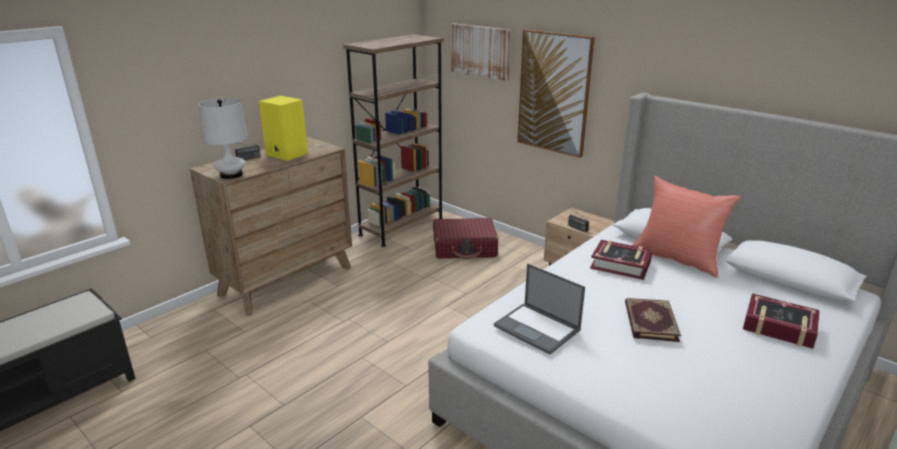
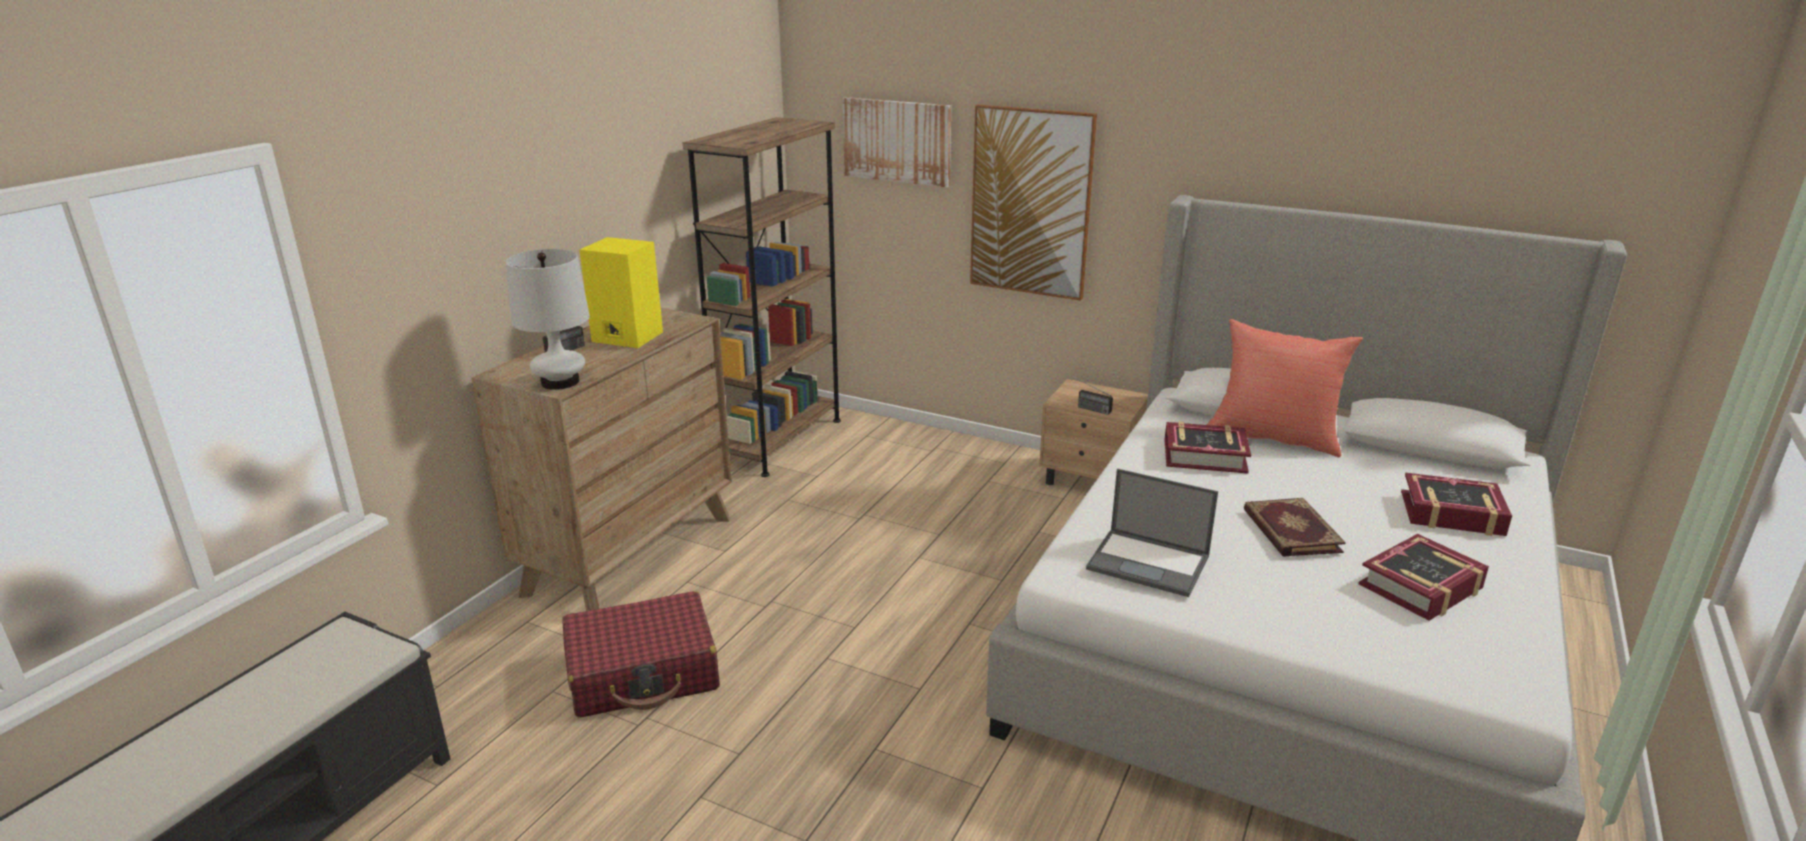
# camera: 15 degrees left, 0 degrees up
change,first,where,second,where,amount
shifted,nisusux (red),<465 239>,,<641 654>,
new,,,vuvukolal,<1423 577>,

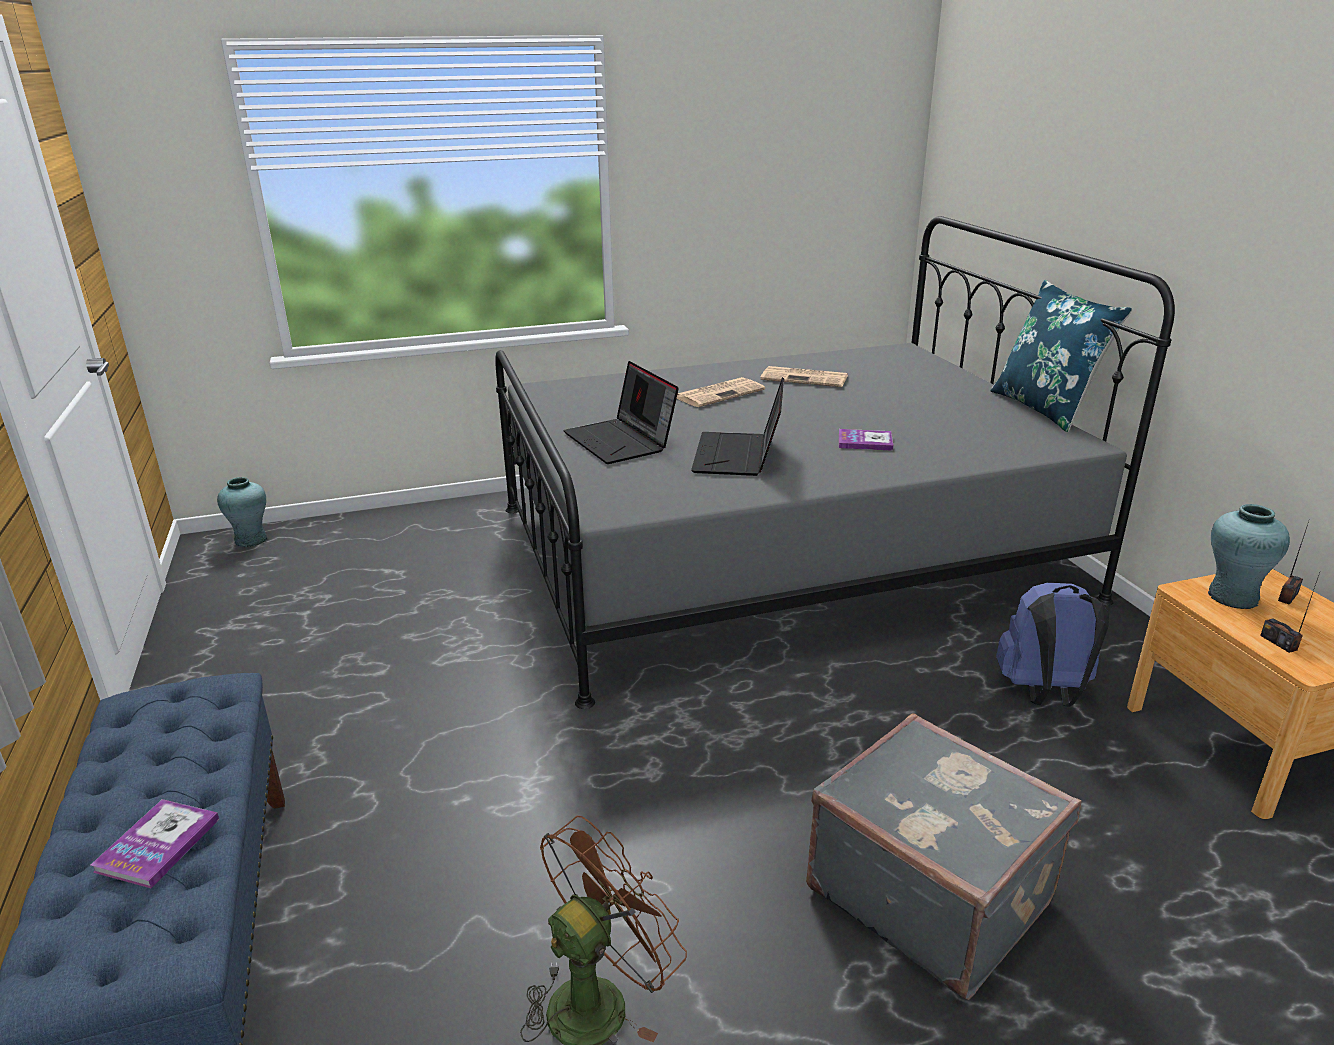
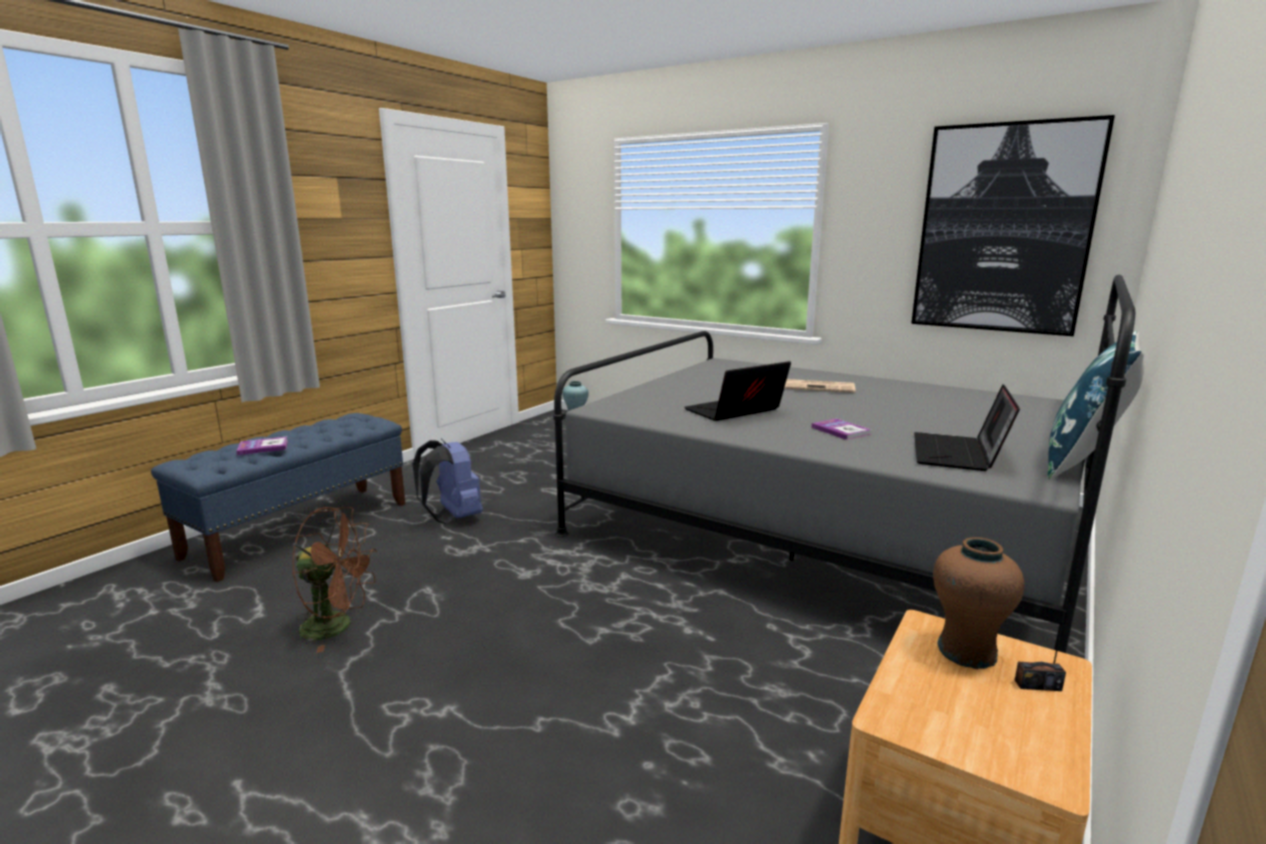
# camera: 50 degrees right, 10 degrees down
change,first,where,second,where,amount
shifted,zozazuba,<621 412>,,<967 427>,
gone,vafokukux,<804 376>,,,
repainted,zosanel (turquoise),<1249 556>,zosanel (brown),<979 603>,
gone,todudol,<1290 613>,,,
shifted,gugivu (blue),<1052 645>,,<448 481>,
gone,nisusux (grey),<944 857>,,,
new,,,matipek,<1013 225>,

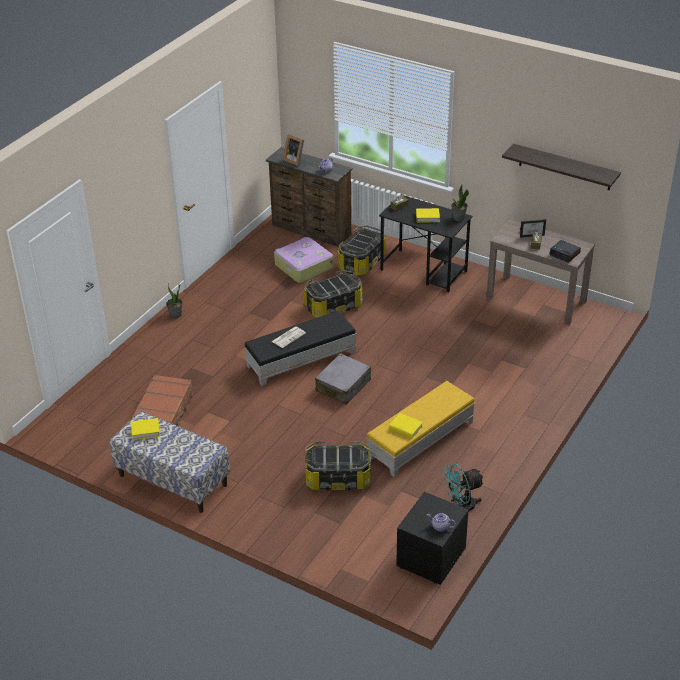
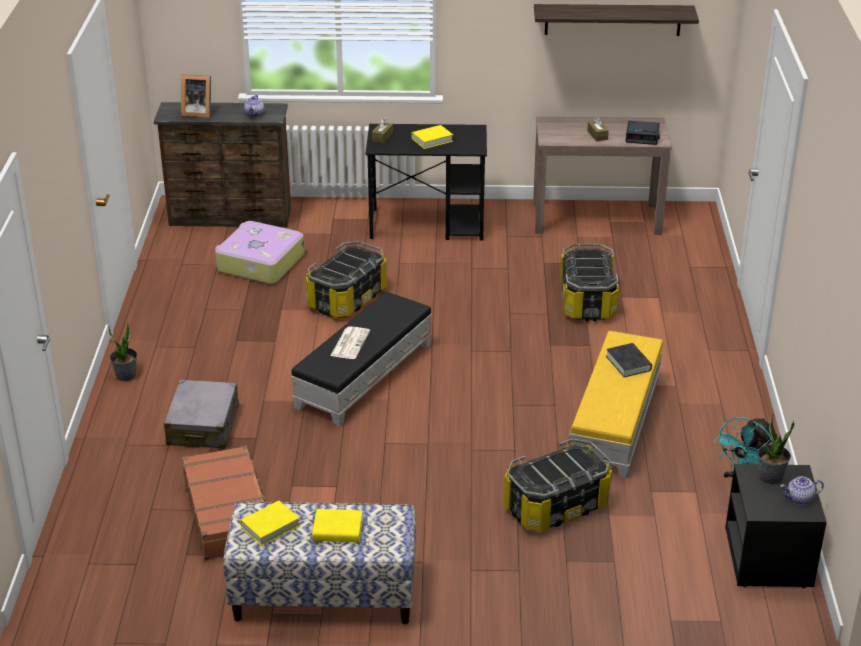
# camera: 30 degrees left, 5 degrees down
change,first,where,second,where,amount
shifted,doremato,<460 203>,,<776 448>,
gone,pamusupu,<533 228>,,,
shifted,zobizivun,<361 250>,,<589 282>,
shifted,nisusux (grey),<343 379>,,<201 414>,
shifted,vuvukolal (yellow),<406 426>,,<337 525>,
new,,,vuvukolal (black),<629 360>,

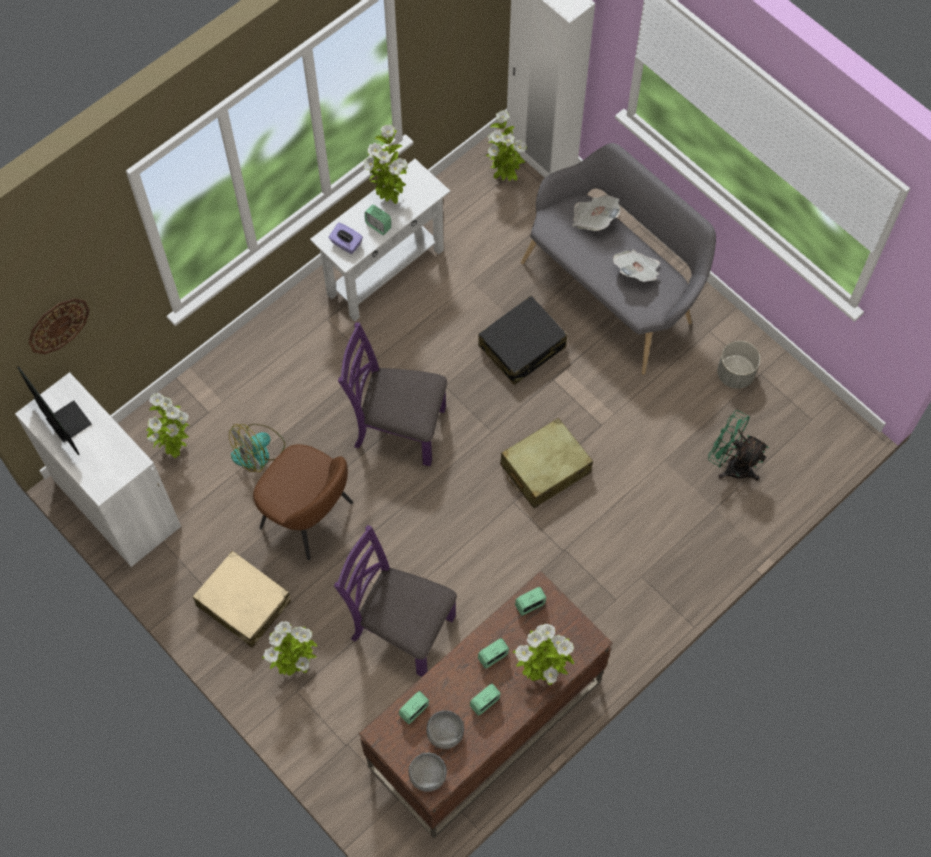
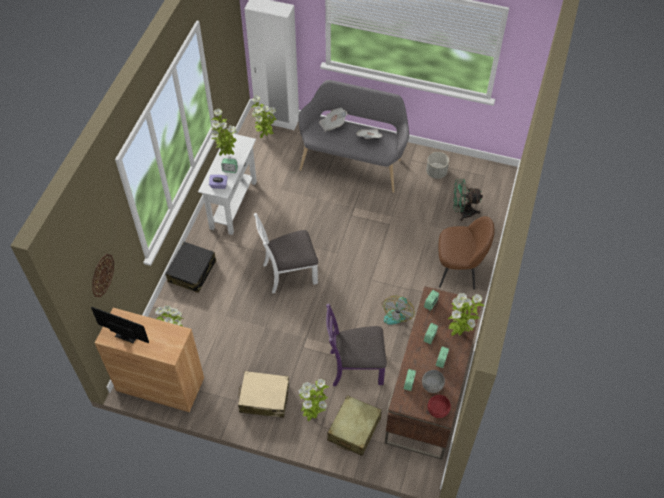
# camera: 30 degrees left, 10 degrees down
change,first,where,second,where,amount
shifted,nisusux (black),<522 340>,,<190 267>,
repainted,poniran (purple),<392 394>,poniran (white),<286 253>,
repainted,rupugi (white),<98 469>,rupugi (brown),<149 360>,
shifted,nisusux (beige),<546 463>,,<354 425>,
shifted,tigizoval,<257 448>,,<397 310>,
shifted,poniran (brown),<303 502>,,<467 253>,
repainted,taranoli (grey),<428 772>,taranoli (red),<439 406>,

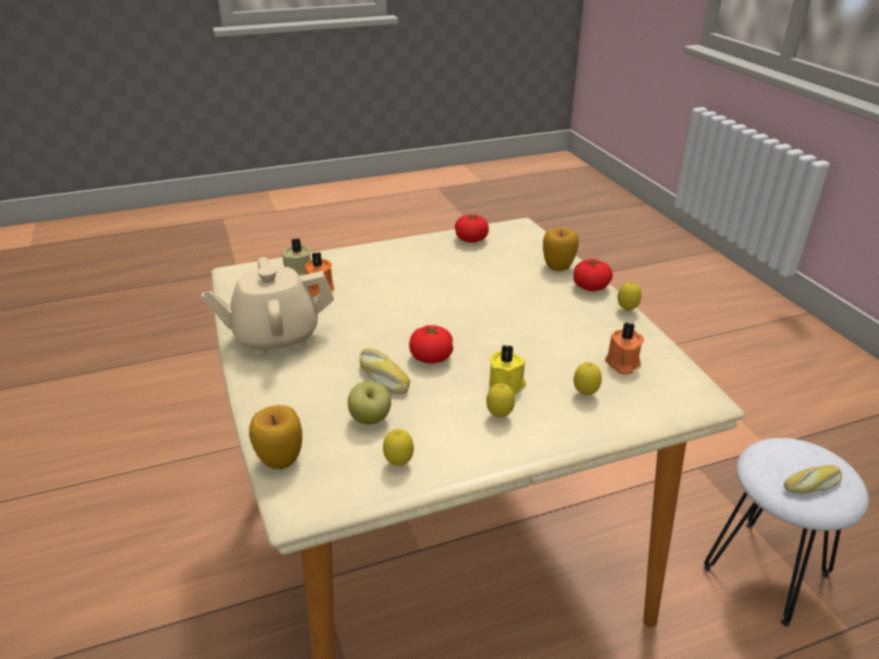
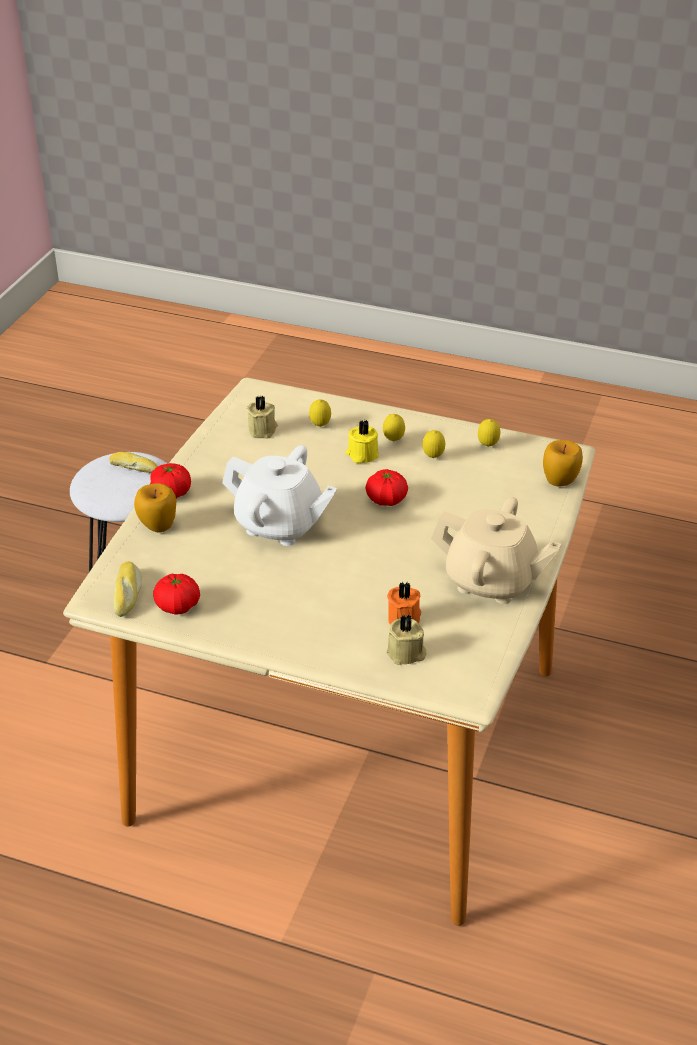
# camera: 140 degrees left, 5 degrees up
change,first,where,second,where,amount
shifted,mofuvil,<630 296>,,<434 444>,
repainted,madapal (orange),<624 348>,madapal (beige),<262 417>,
shifted,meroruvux,<385 371>,,<127 589>,
gone,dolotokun,<369 403>,,,
new,,,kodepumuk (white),<279 495>,

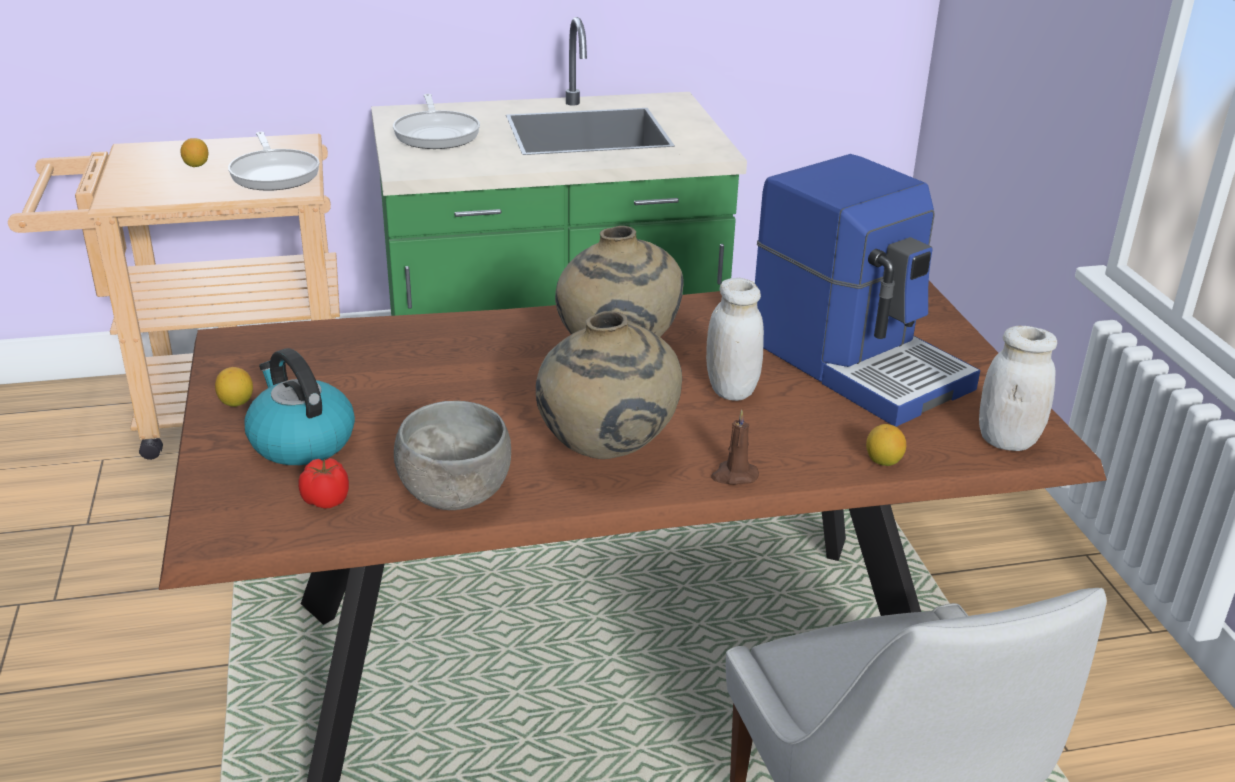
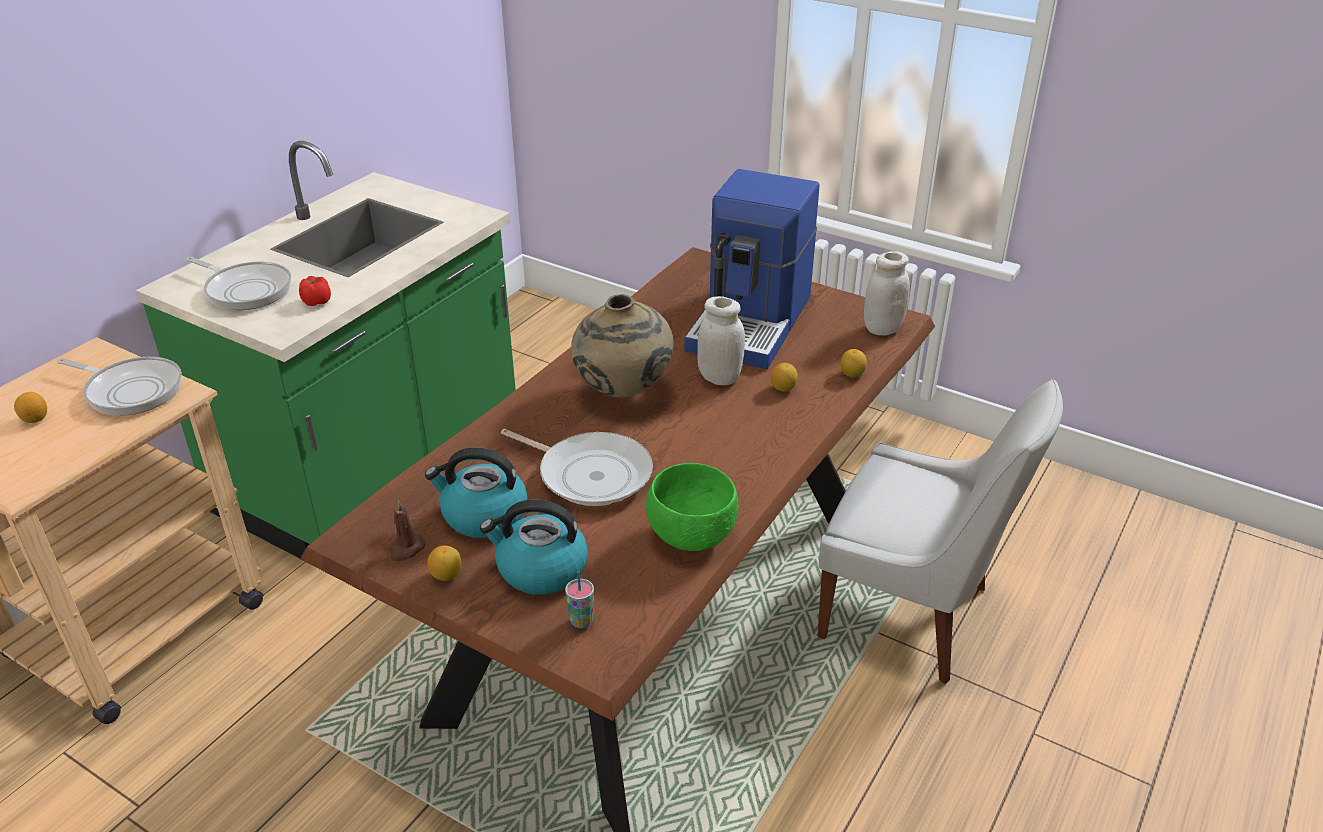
# camera: 45 degrees left, 5 degrees up
change,first,where,second,where,amount
rotated,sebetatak,<867 290>,,<752 269>,105 degrees clockwise
gone,zosanel (beige),<609 385>,,,
repainted,taranoli (grey),<452 455>,taranoli (green),<692 507>,
shifted,madapal (brown),<735 447>,,<407 531>,
shifted,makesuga,<323 483>,,<315 291>,
new,,,mofuvil,<784 377>,
new,,,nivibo,<577 467>,
new,,,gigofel,<476 493>,
new,,,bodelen,<579 600>,

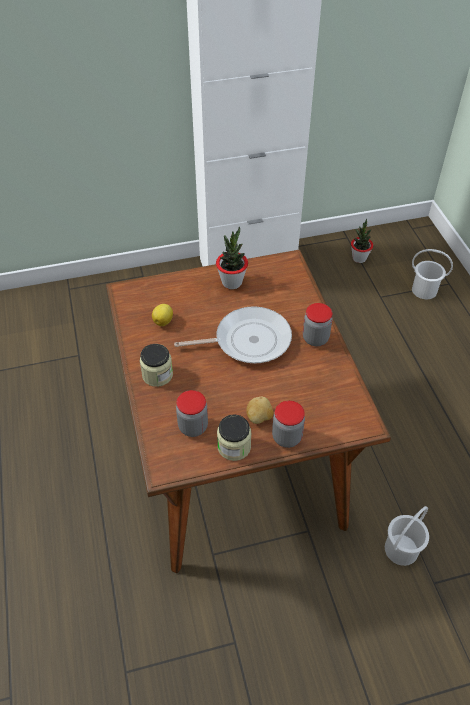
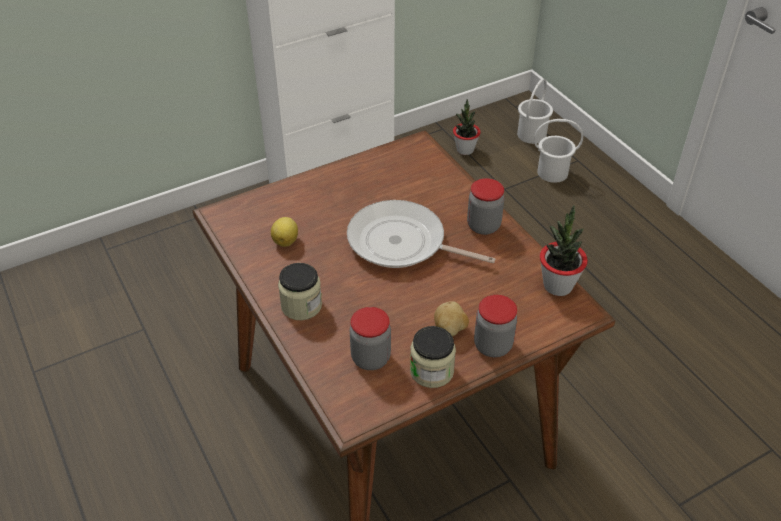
# camera: 15 degrees left, 5 degrees down
change,first,where,second,where,amount
shifted,doremato,<232 258>,,<564 250>,
rotated,nivibo,<233 334>,,<421 234>,135 degrees counterclockwise
shifted,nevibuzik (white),<407 536>,,<535 111>,

